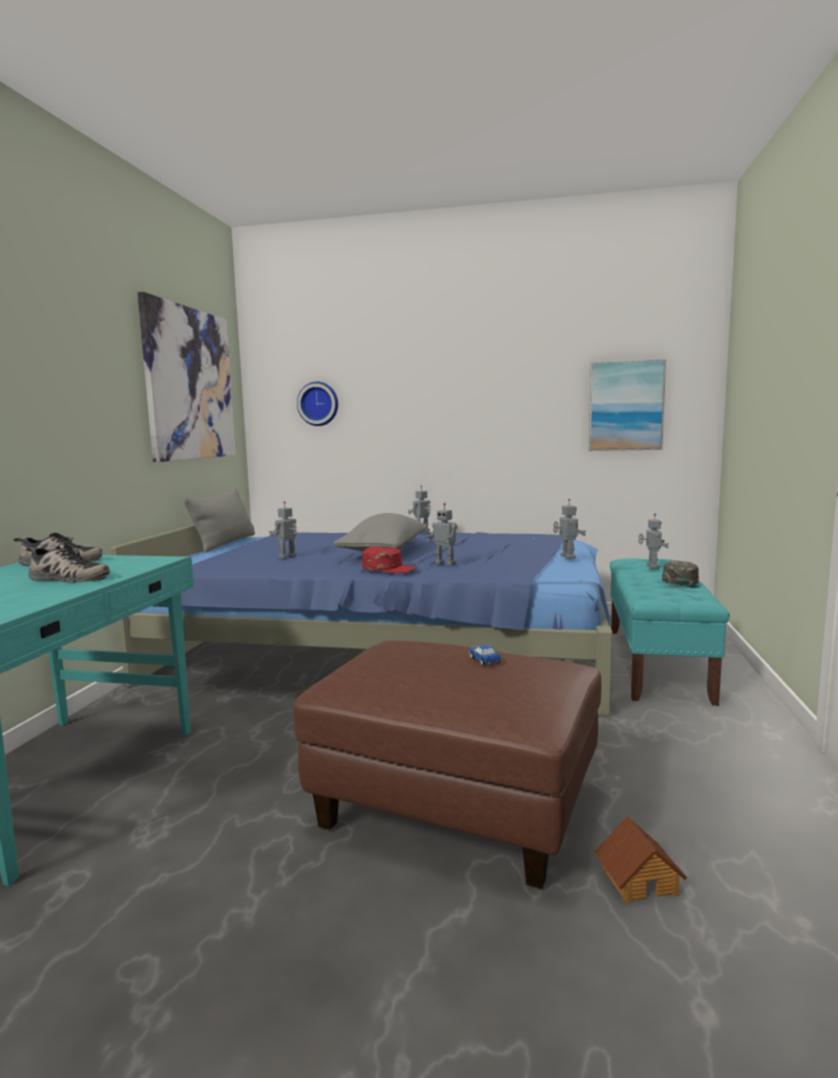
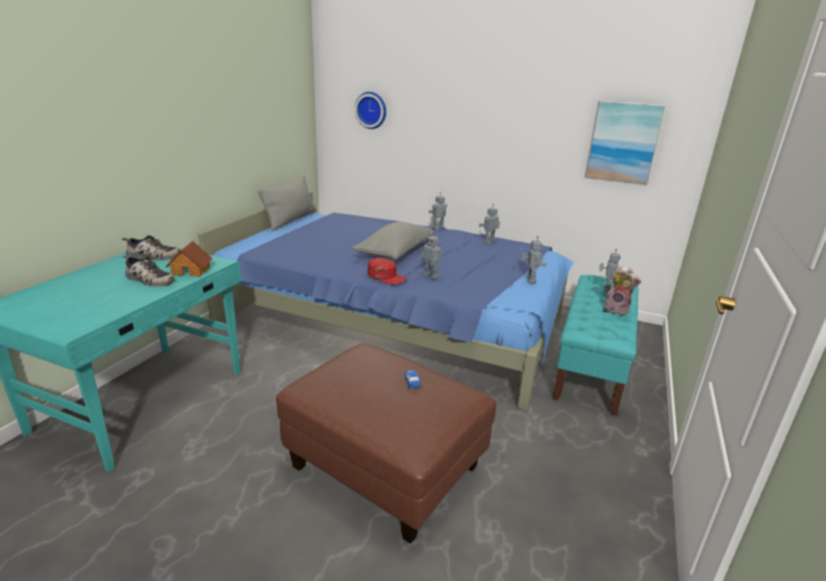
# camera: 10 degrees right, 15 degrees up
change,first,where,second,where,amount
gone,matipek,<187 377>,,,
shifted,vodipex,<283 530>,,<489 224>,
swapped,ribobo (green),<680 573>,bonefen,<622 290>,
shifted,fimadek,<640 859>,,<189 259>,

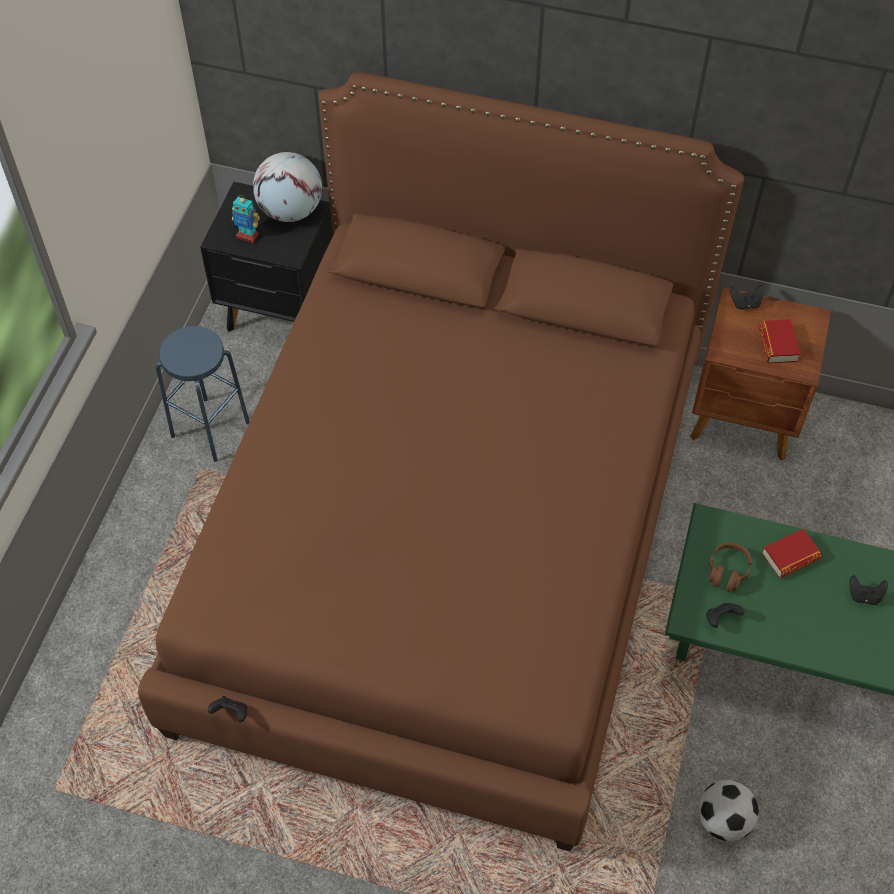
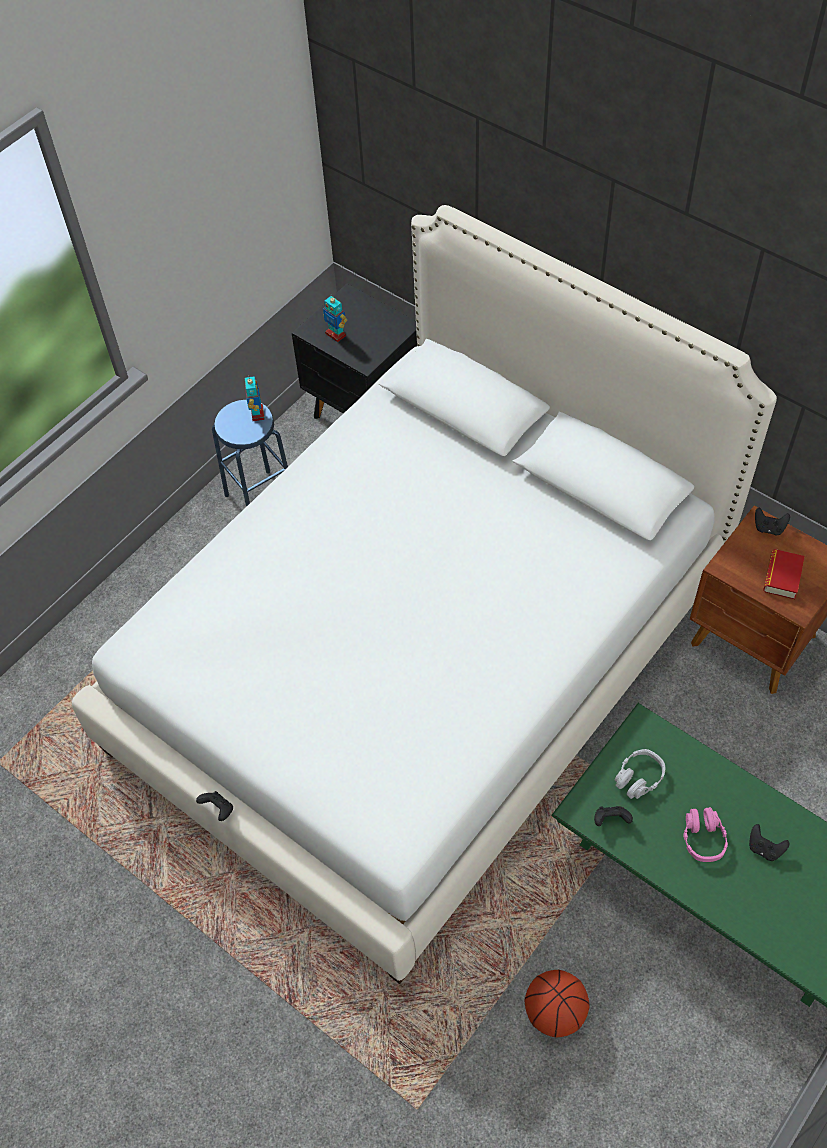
# camera: 25 degrees right, 0 degrees up
change,first,where,second,where,amount
repainted,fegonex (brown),<441 461>,fegonex (white),<424 594>,
gone,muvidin,<287 187>,,,
gone,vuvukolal,<792 553>,,,
repainted,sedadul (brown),<730 567>,sedadul (grey),<640 774>,
shifted,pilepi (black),<227 709>,,<214 806>,
swapped,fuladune,<728 810>,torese,<557 1003>,
new,,,vodipex,<255 398>,
new,,,sedadul (pink),<705 834>,

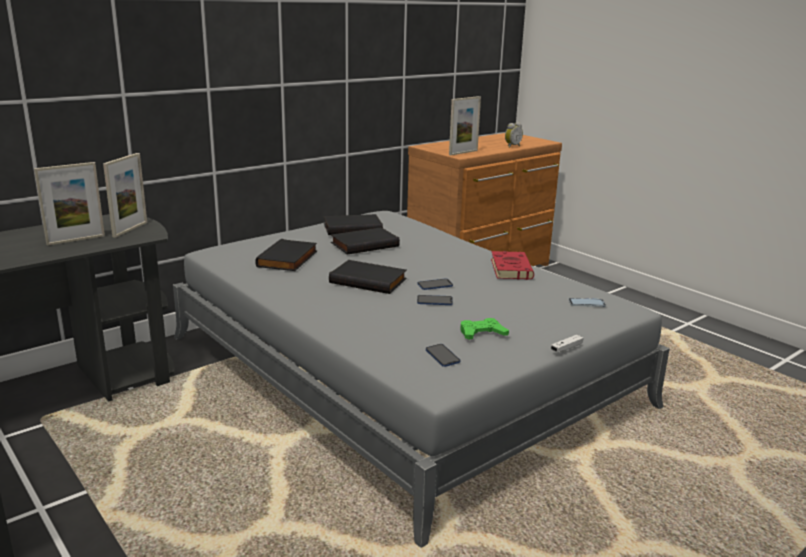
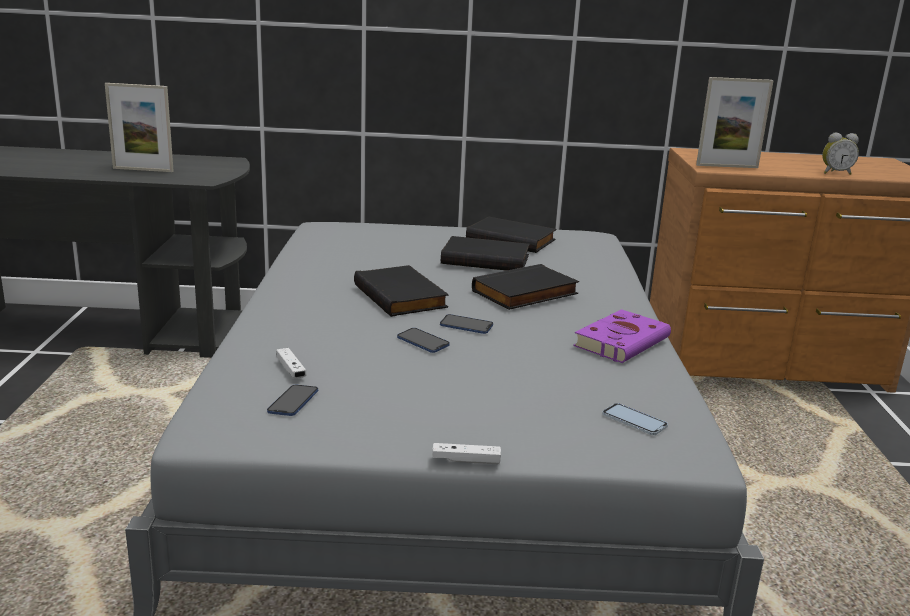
# camera: 40 degrees right, 0 degrees up
change,first,where,second,where,amount
gone,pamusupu,<125 195>,,,
shifted,vuvukolal (black),<286 255>,,<525 287>,
repainted,vuvukolal (red),<512 265>,vuvukolal (purple),<622 336>,
gone,pilepi (green),<484 329>,,,
new,,,pilepi (white),<291 363>,

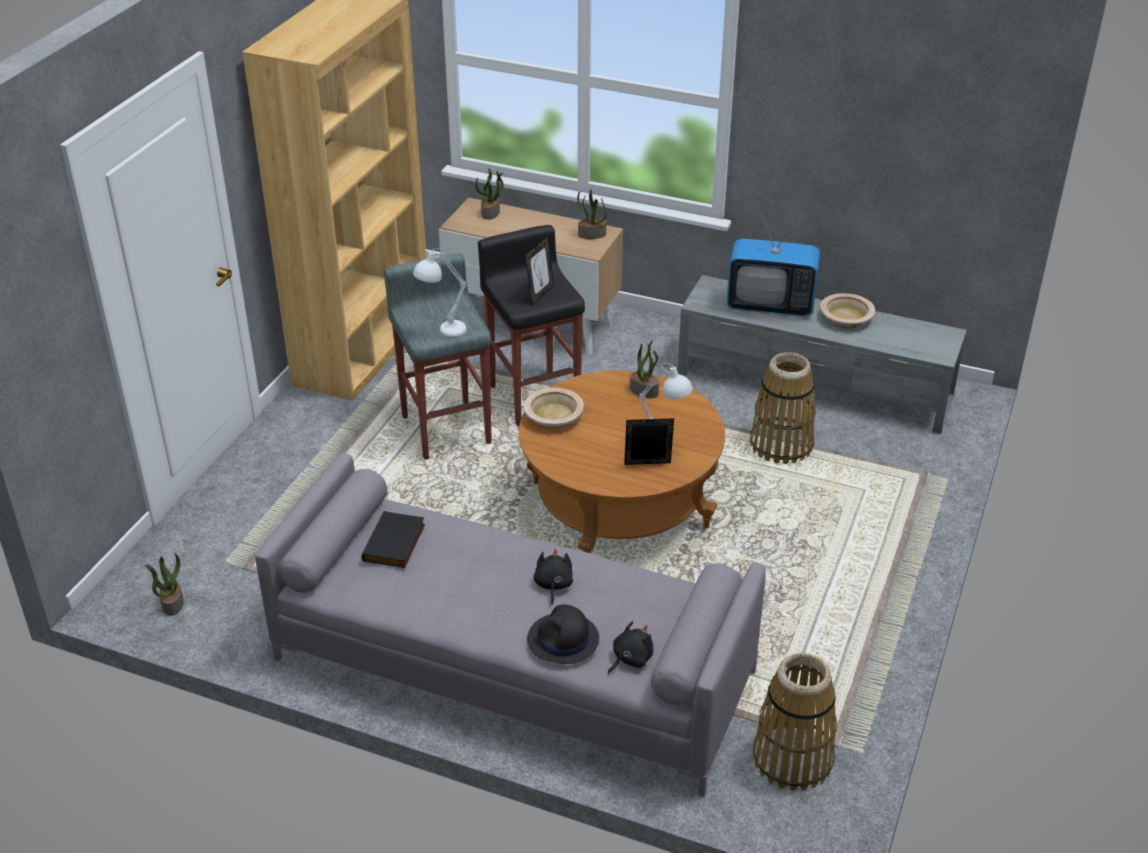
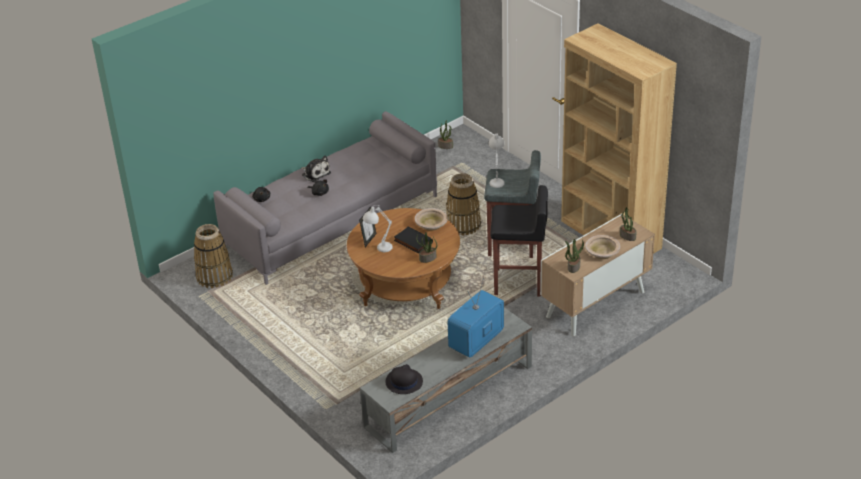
# camera: 120 degrees right, 0 degrees up
change,first,where,second,where,amount
gone,pamusupu,<539 270>,,,
shifted,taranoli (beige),<847 310>,,<602 247>,
shifted,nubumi,<783 408>,,<463 204>,
shifted,vuvukolal (black),<393 539>,,<413 240>,
shifted,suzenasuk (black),<563 634>,,<404 379>,
new,,,bonefen,<316 168>,

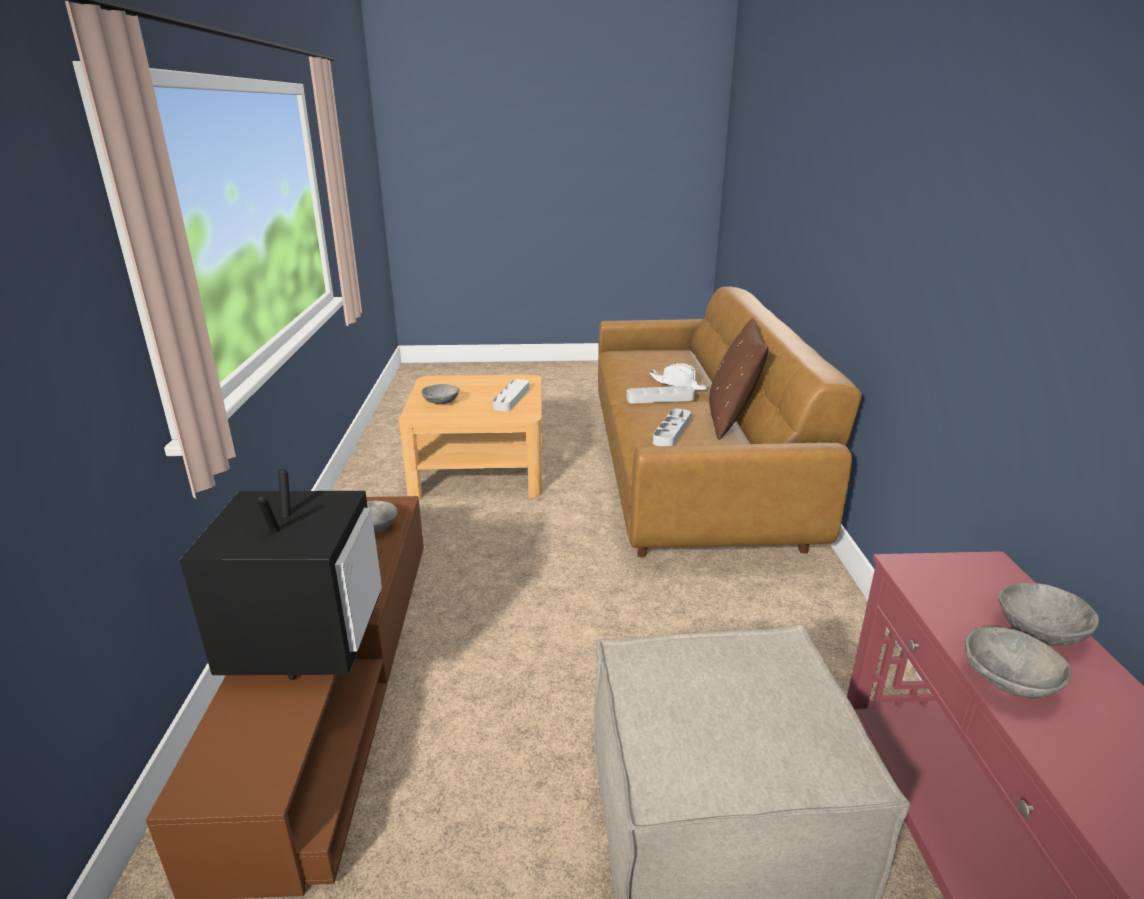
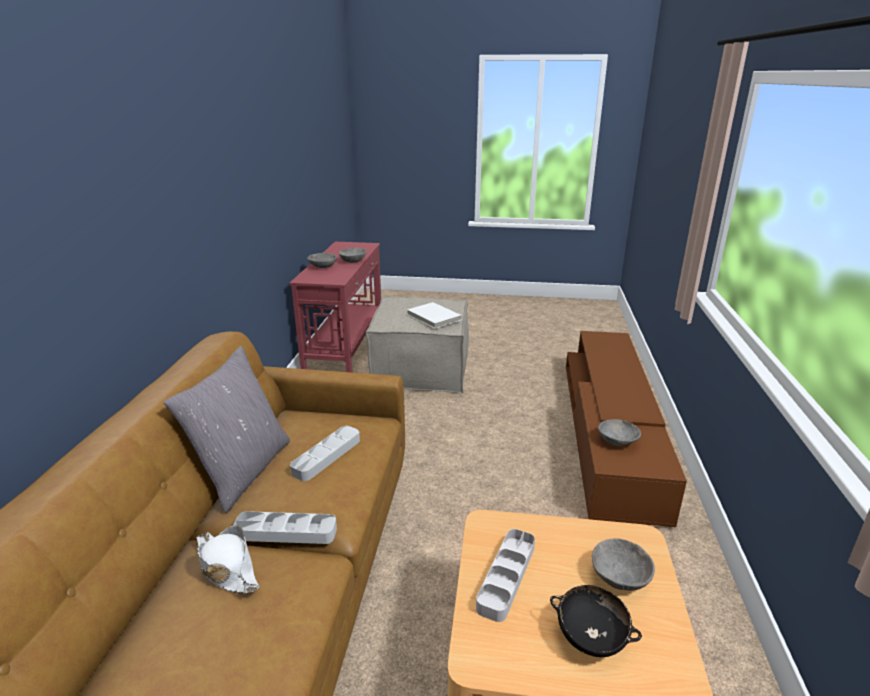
# camera: 170 degrees left, 0 degrees up
change,first,where,second,where,amount
repainted,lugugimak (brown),<738 379>,lugugimak (grey),<227 429>,
gone,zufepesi,<281 574>,,,
new,,,vuvukolal (white),<434 315>,
new,,,taranoli (black),<596 621>,

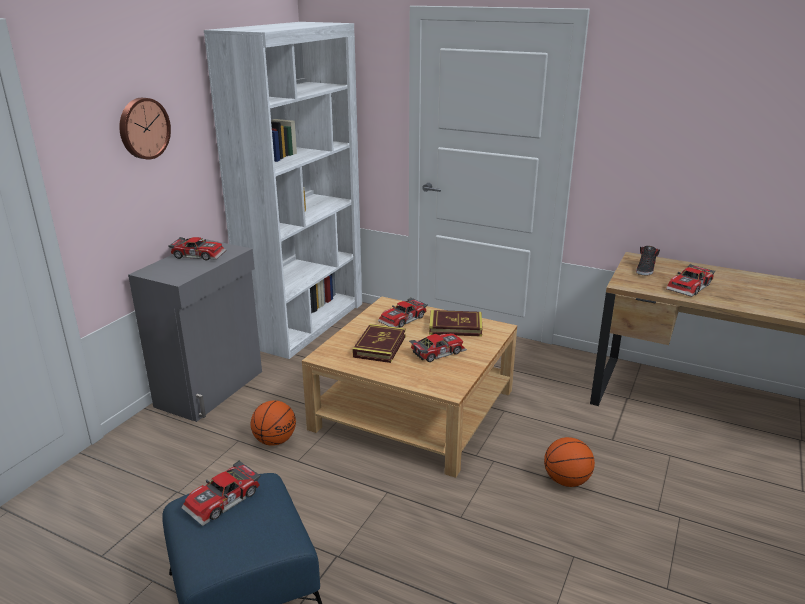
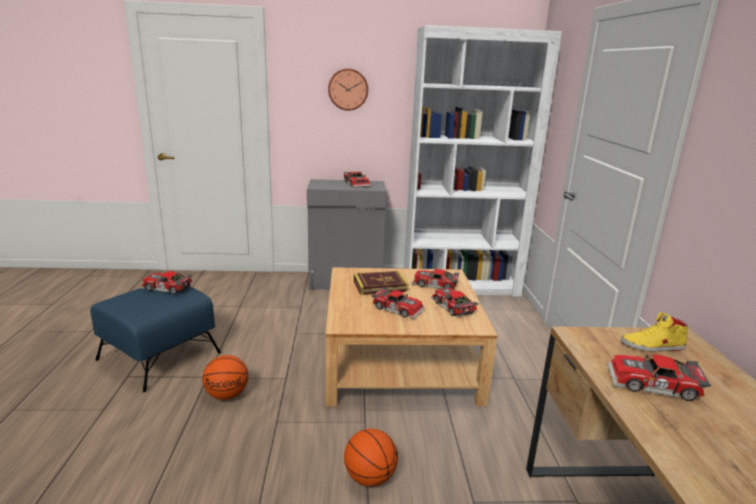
# camera: 60 degrees right, 5 degrees down
change,first,where,second,where,amount
repainted,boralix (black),<648 261>,boralix (yellow),<654 332>,
swapped,vuvukolal,<456 323>,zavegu,<455 302>,
shifted,torese,<273 423>,,<225 377>,

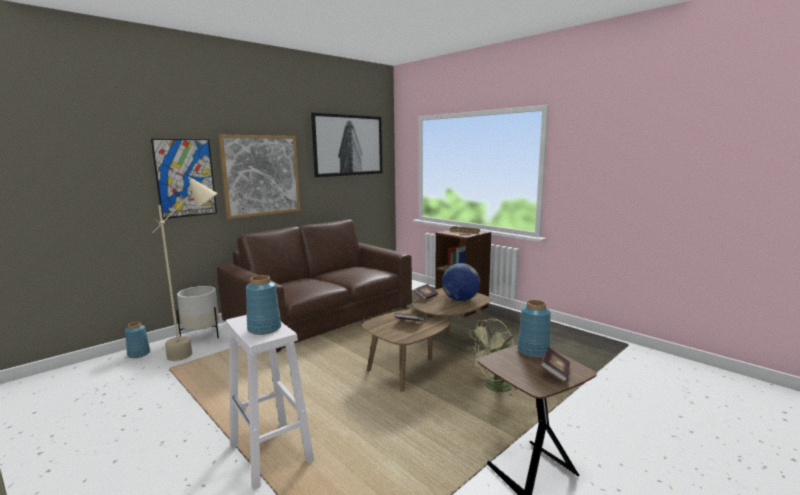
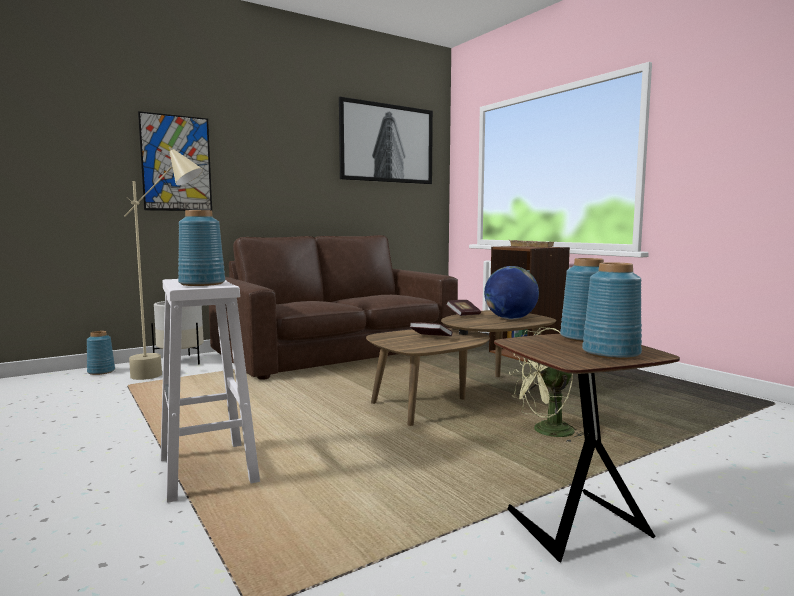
# camera: 10 degrees right, 5 degrees down
change,first,where,second,where,amount
gone,matipek,<259 177>,,,
swapped,vuvukolal,<555 364>,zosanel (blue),<612 310>,

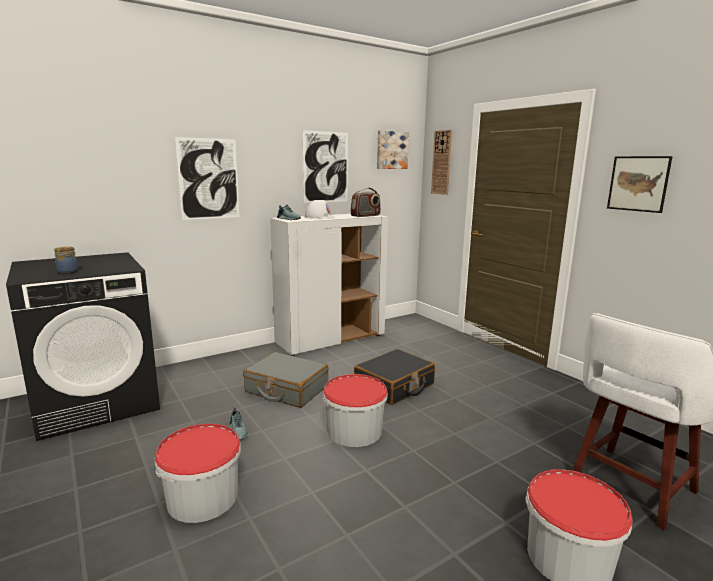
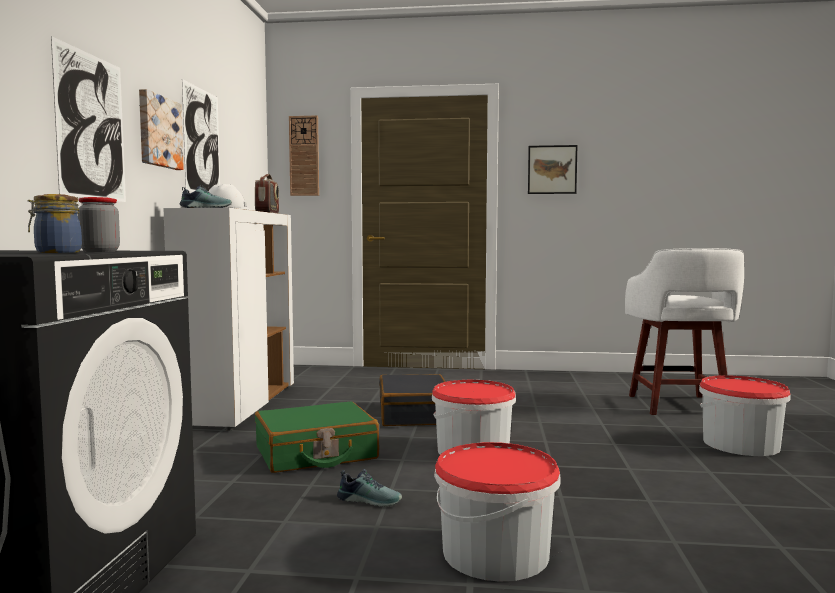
# camera: 50 degrees left, 10 degrees down
change,first,where,second,where,amount
shifted,matipek,<393 149>,,<161 129>,
repainted,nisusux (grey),<285 380>,nisusux (green),<317 437>,
new,,,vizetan,<99 224>,

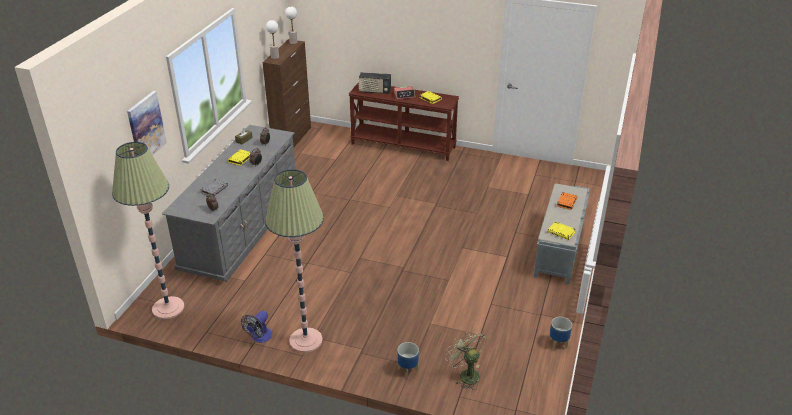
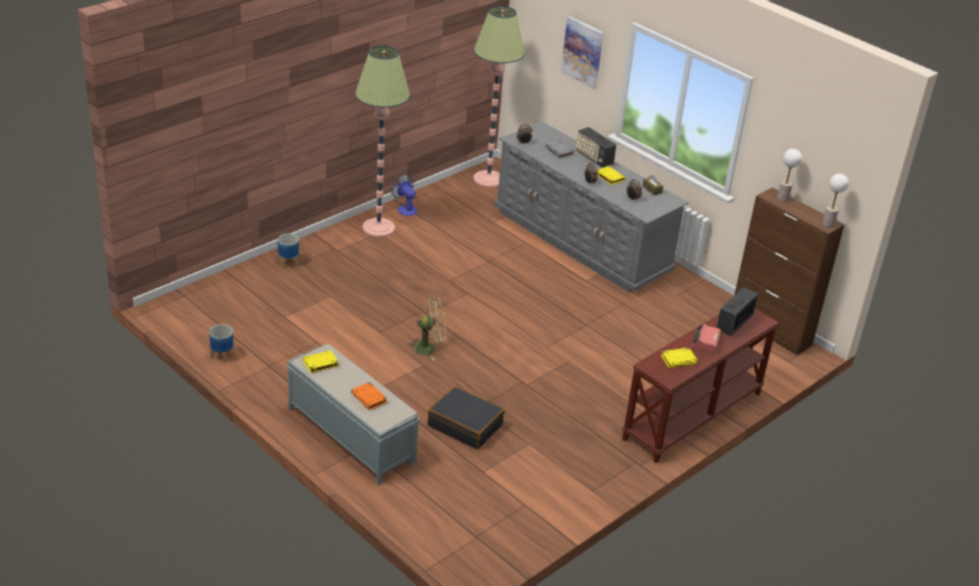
# camera: 115 degrees right, 0 degrees up
change,first,where,second,where,amount
shifted,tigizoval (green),<466 359>,,<426 328>,
new,,,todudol,<596 147>,
new,,,nisusux (black),<466 417>,

